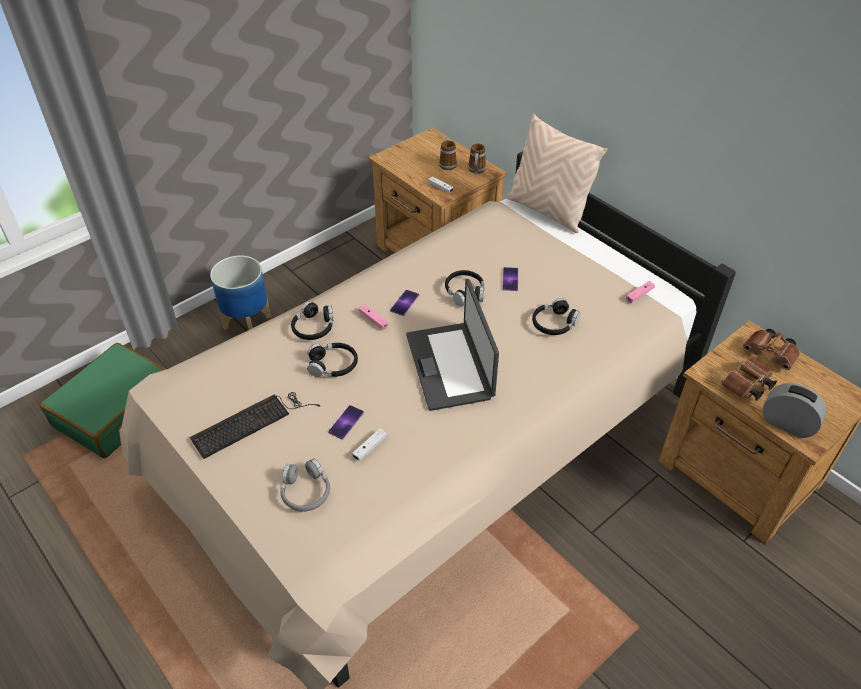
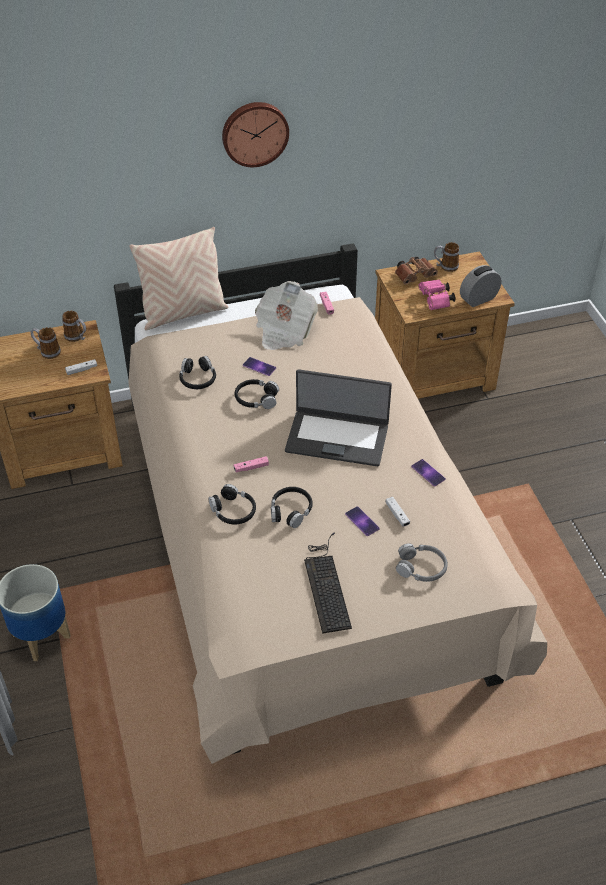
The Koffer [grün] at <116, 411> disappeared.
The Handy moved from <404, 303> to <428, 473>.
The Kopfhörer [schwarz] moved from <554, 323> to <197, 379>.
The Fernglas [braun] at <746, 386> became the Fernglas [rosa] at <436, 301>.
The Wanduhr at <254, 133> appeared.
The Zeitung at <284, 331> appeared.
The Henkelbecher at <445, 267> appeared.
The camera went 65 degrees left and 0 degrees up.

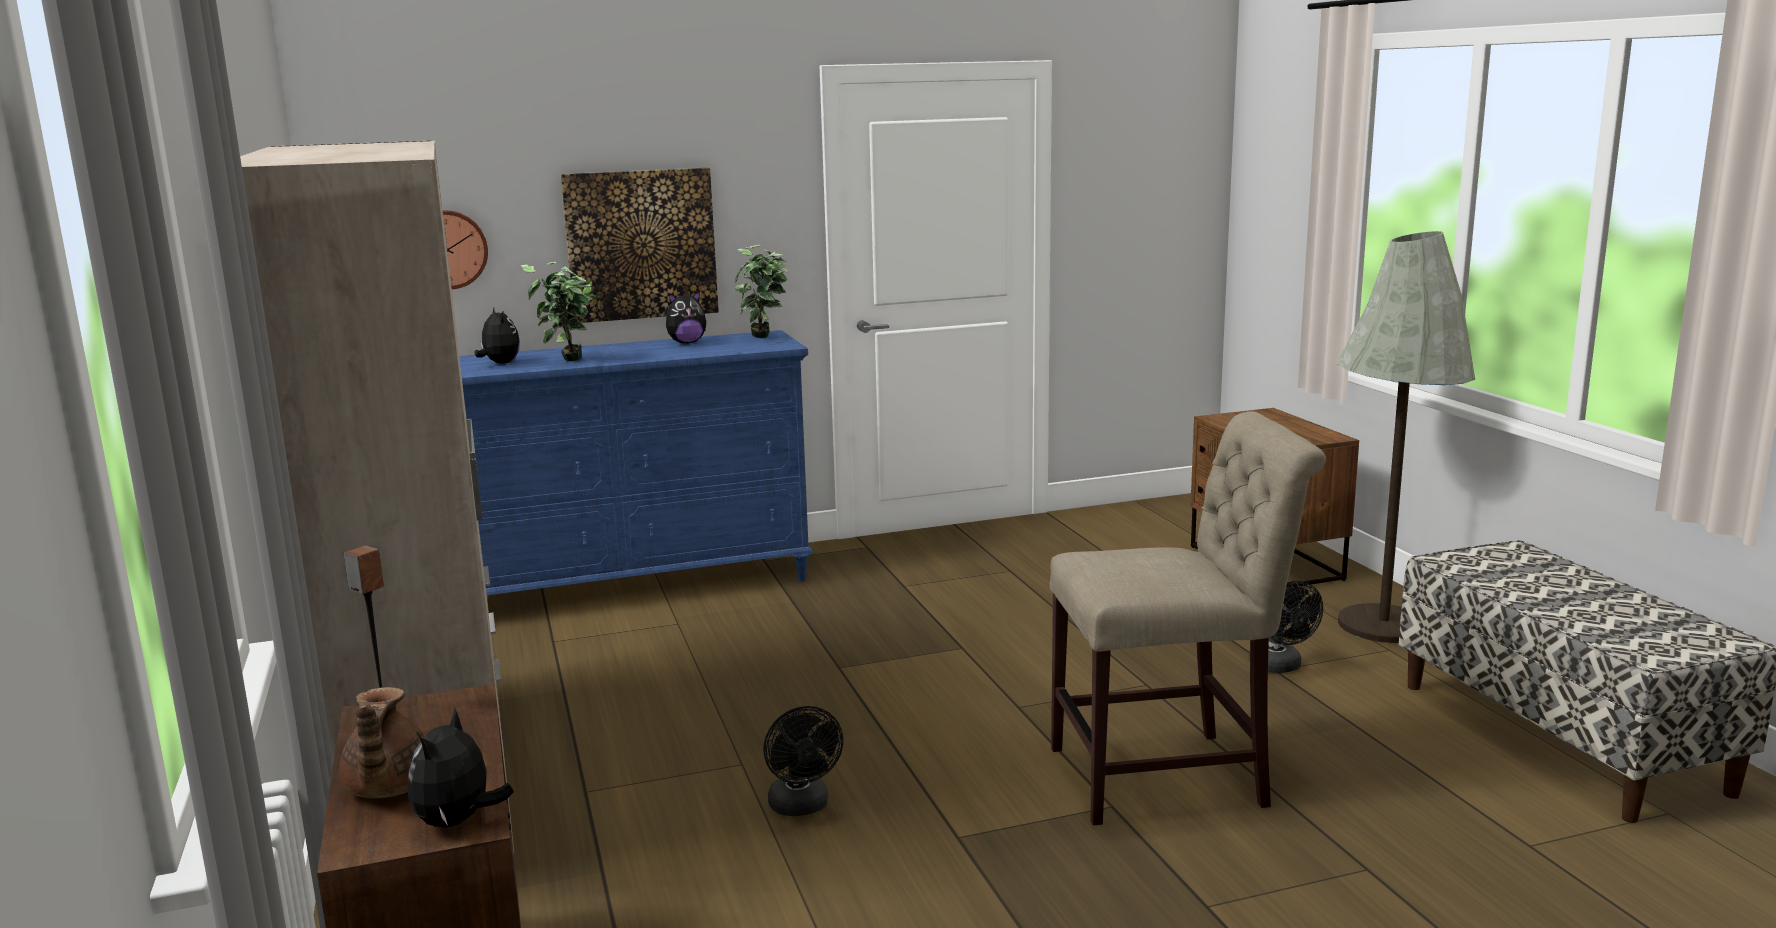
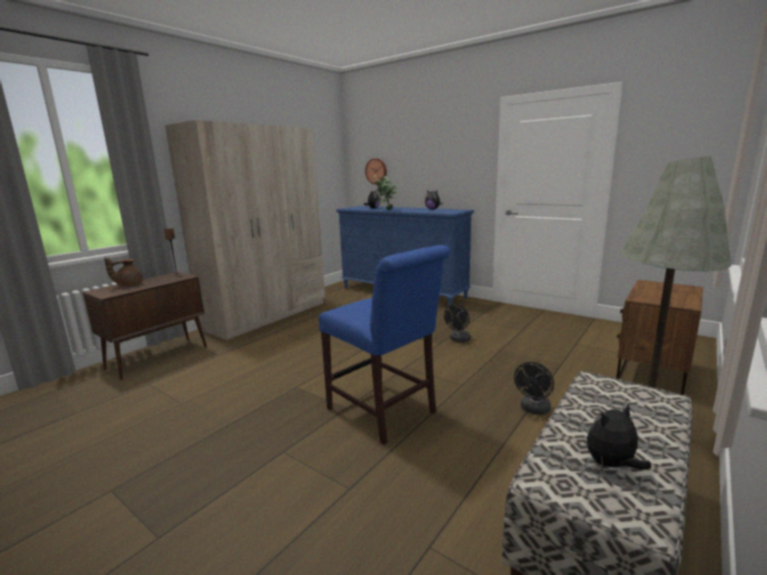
The Plüschtier moved from <458, 822> to <611, 465>.
The Bild at <641, 244> disappeared.
The Topfpflanze at <764, 339> disappeared.
The Ventilator [schwarz] moved from <802, 807> to <458, 340>.
The Stuhl [beige] at <1170, 776> became the Stuhl [blau] at <385, 413>.
The camera went 55 degrees right and 0 degrees up.

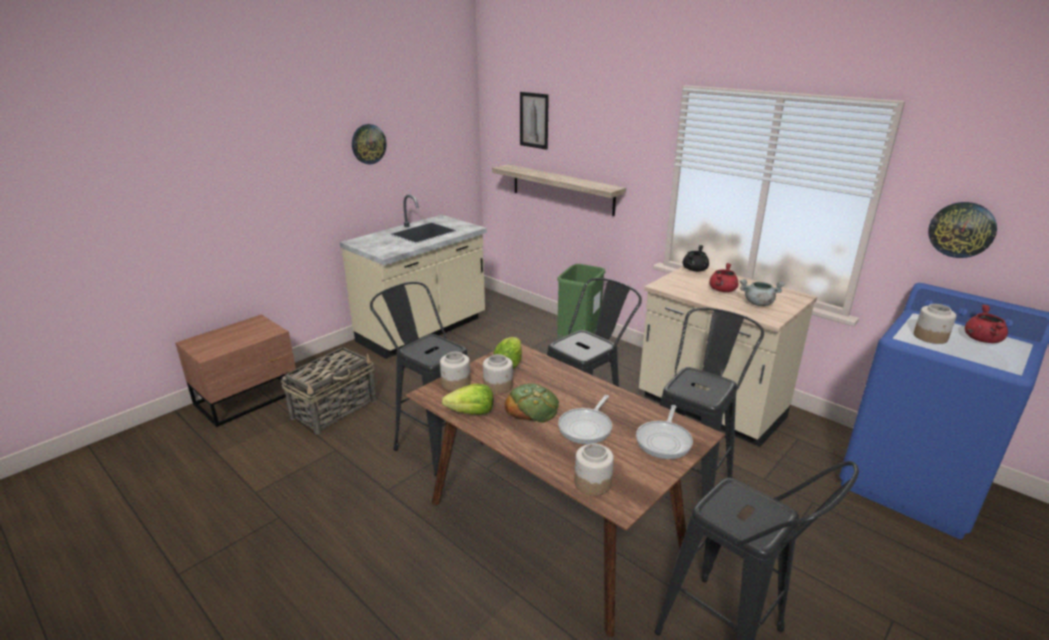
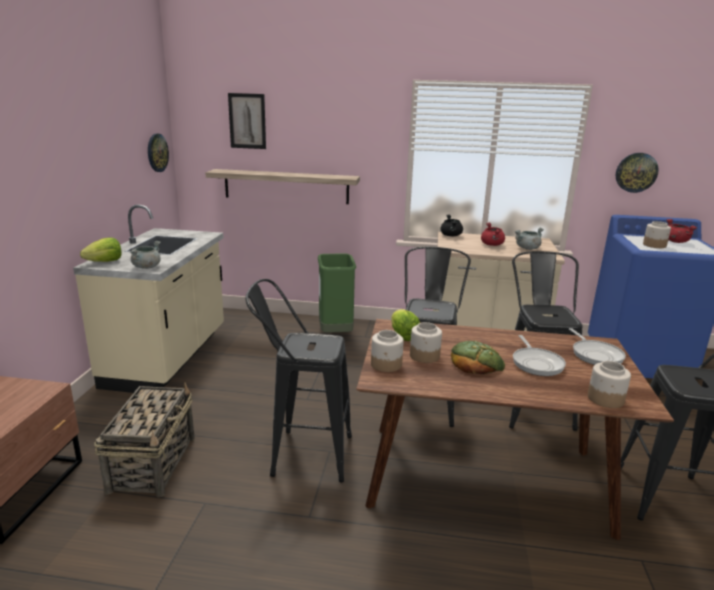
The Wanduhr moved from <368, 144> to <157, 152>.
The Salatkopf moved from <471, 413> to <105, 262>.
The Kochtopf [grau] at <146, 267> appeared.
The camera went 35 degrees left and 5 degrees down.

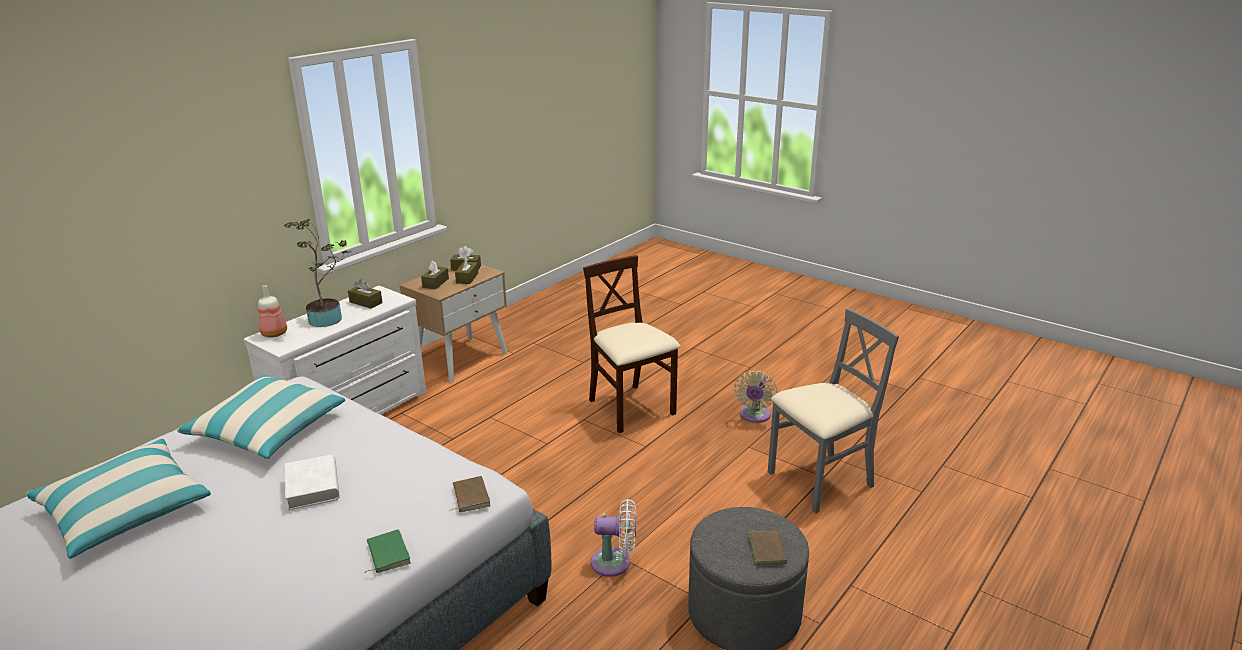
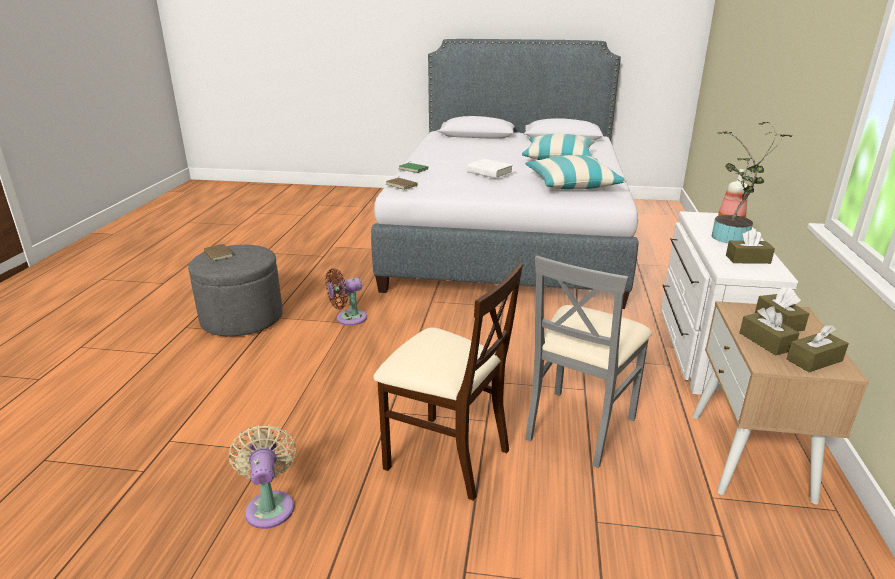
The Ventilator [weiß] at <615, 563> became the Ventilator [braun] at <348, 318>.
The Stuhl [grau] moved from <820, 481> to <579, 426>.
The camera went 150 degrees right and 0 degrees up.

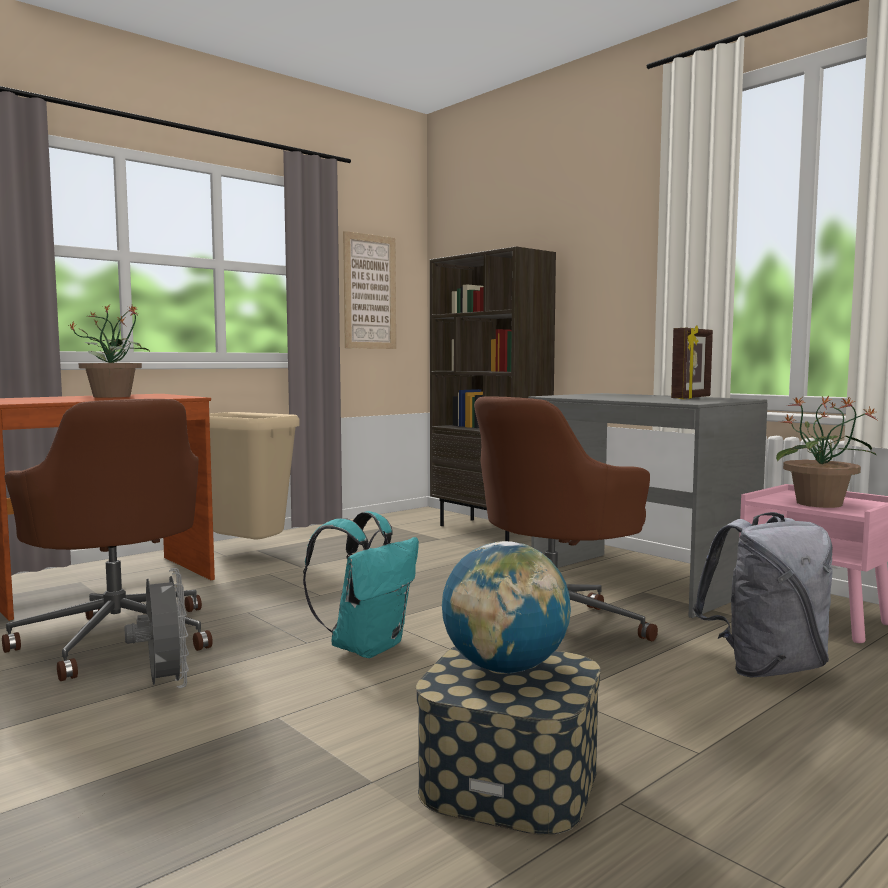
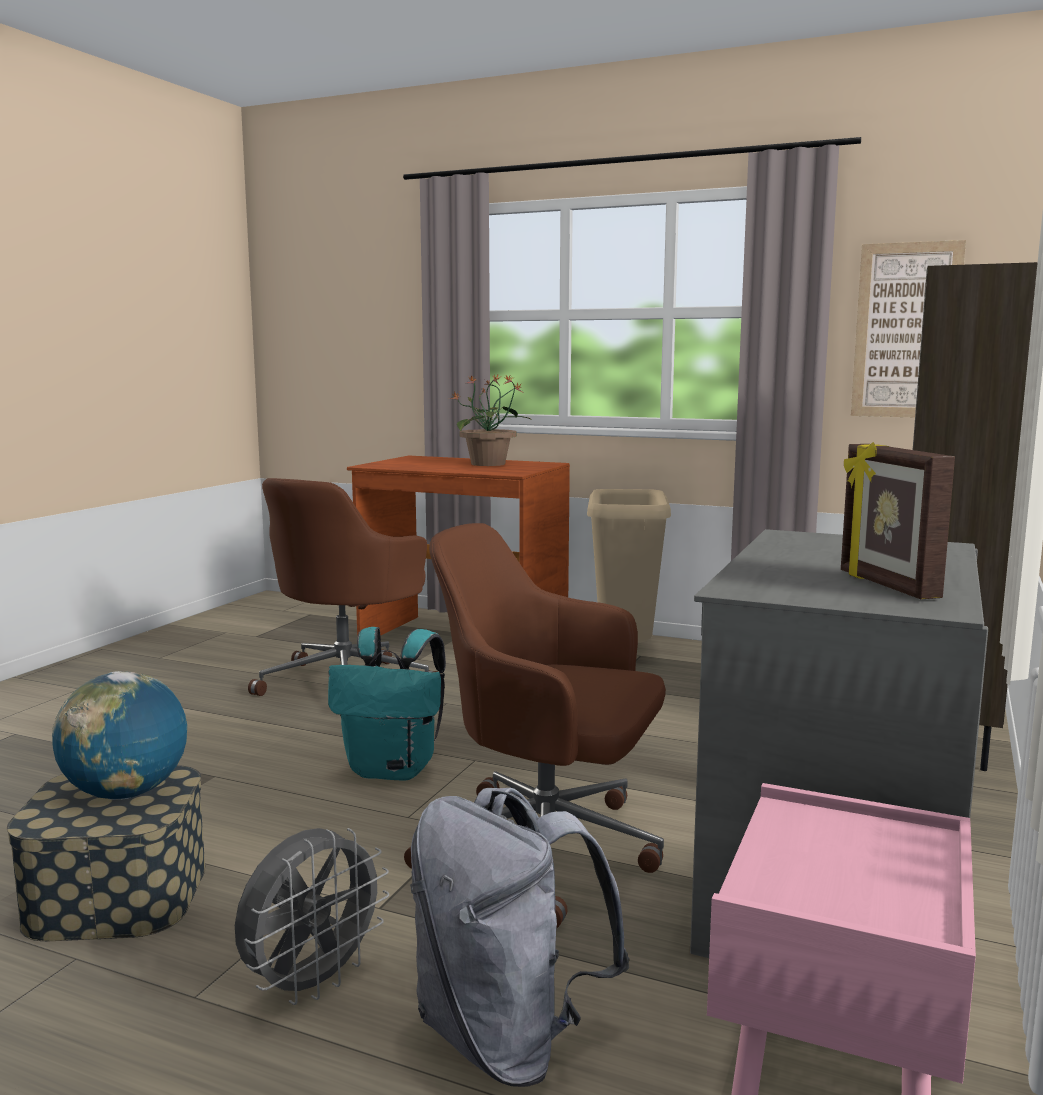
The Ventilator [grau] moved from <163, 685> to <313, 983>.
The Bilderrahmen at <692, 398> turned 60 degrees clockwise.
The Topfpflanze at <820, 504> disappeared.
The camera went 65 degrees right and 5 degrees up.

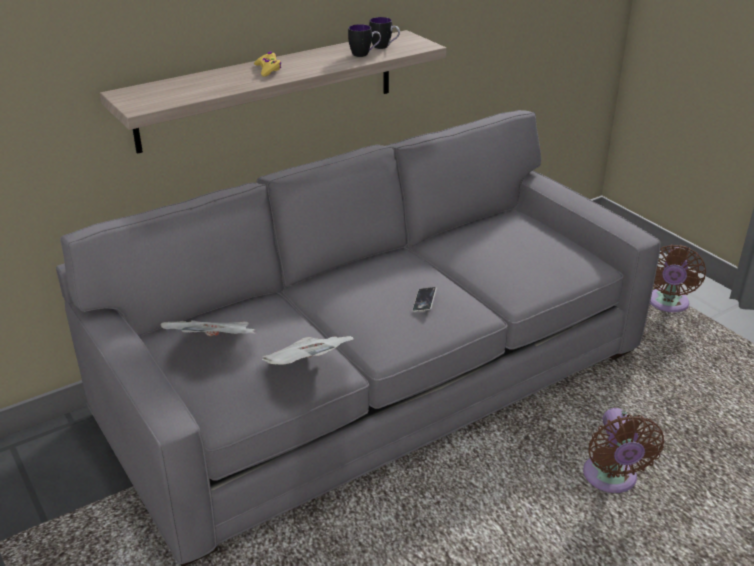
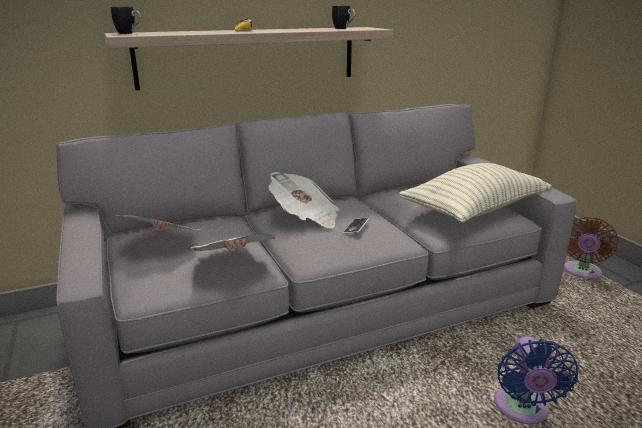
The Henkelbecher moved from <364, 54> to <129, 33>.
The Ventilator [braun] at <611, 480> became the Ventilator [blau] at <522, 410>.
The Zeitung at <305, 217> appeared.
The Kissen at <474, 210> appeared.
The camera went 10 degrees right and 10 degrees down.

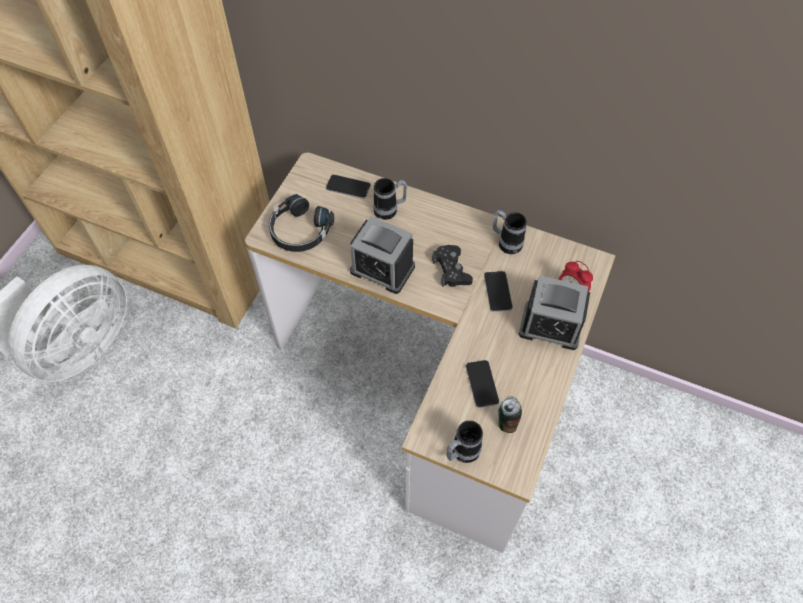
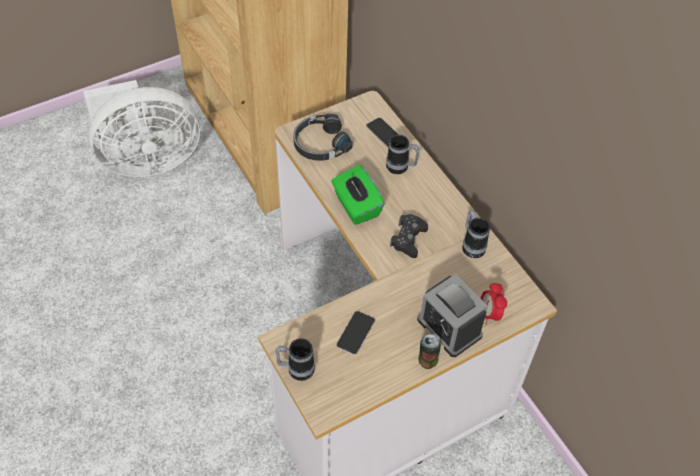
The Wecker at <382, 269> was replaced by the Taschentuchbox [grün] at <356, 206>.
The Handy at <497, 291> disappeared.
The Dose moved from <506, 422> to <428, 359>.
The camera went 35 degrees right and 5 degrees down.

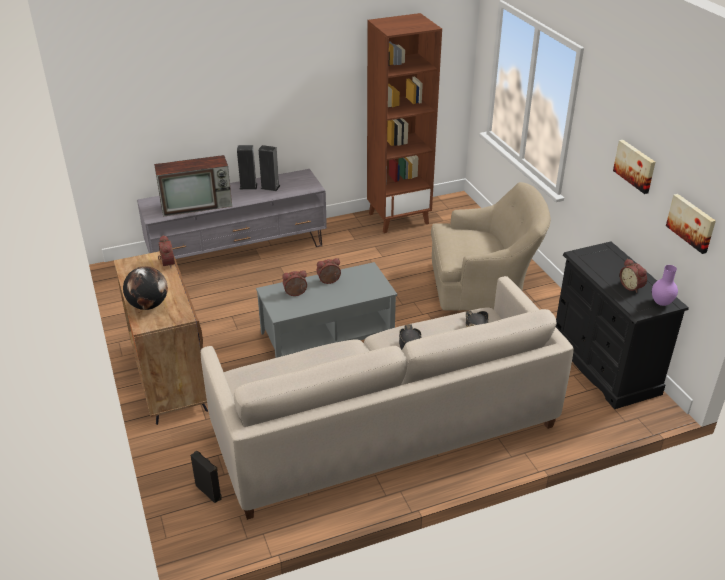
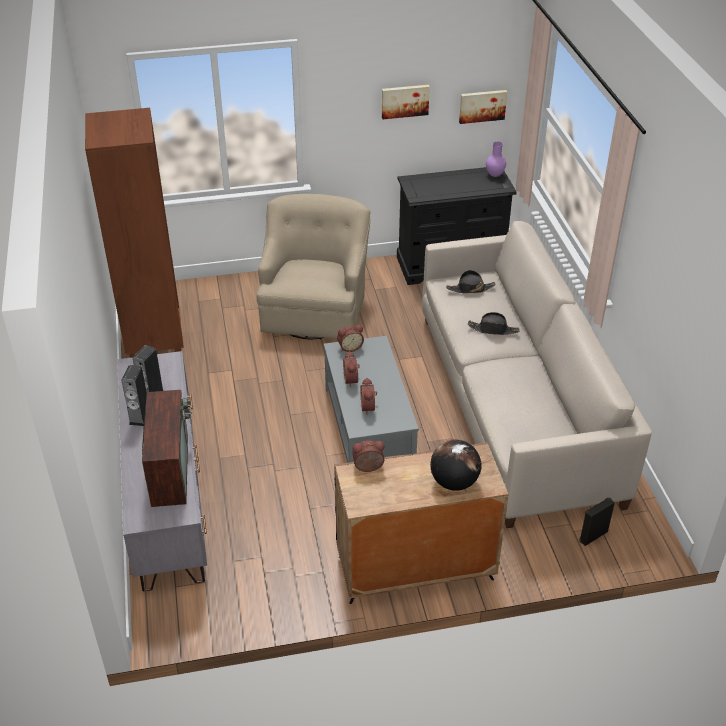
The Wecker moved from <632, 286> to <350, 347>.
The camera went 80 degrees left and 5 degrees up.

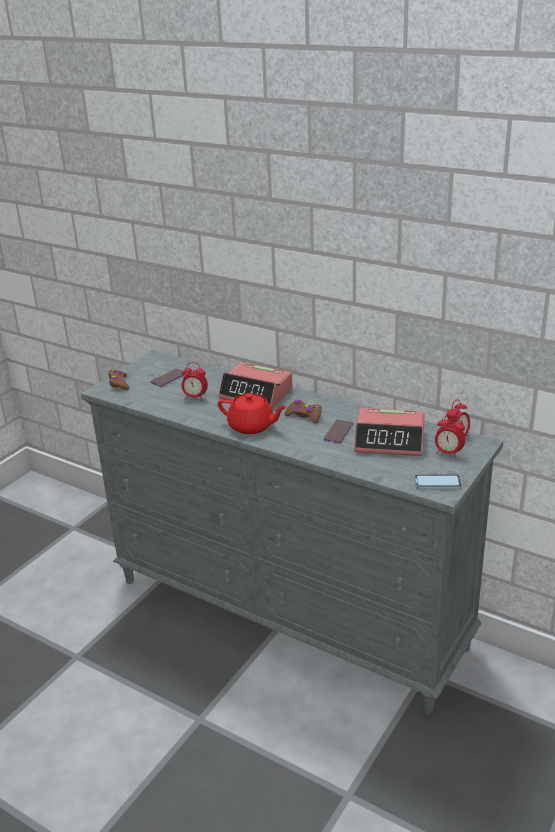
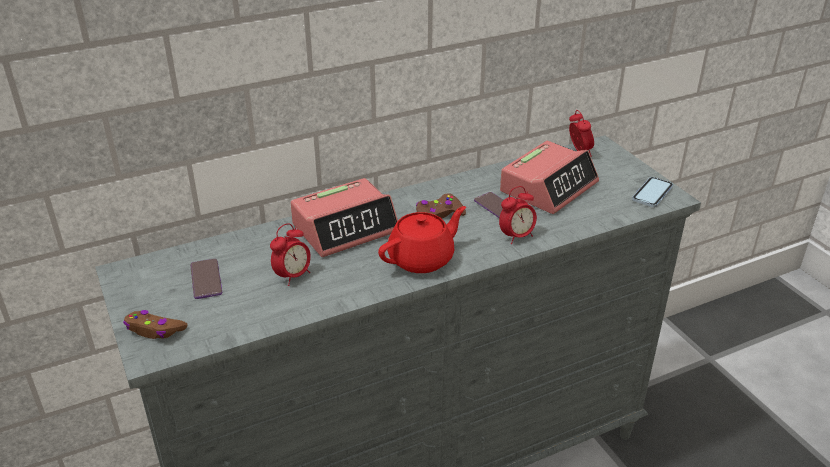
The Wecker moved from <448, 453> to <516, 236>.
The camera went 60 degrees left and 5 degrees up.

